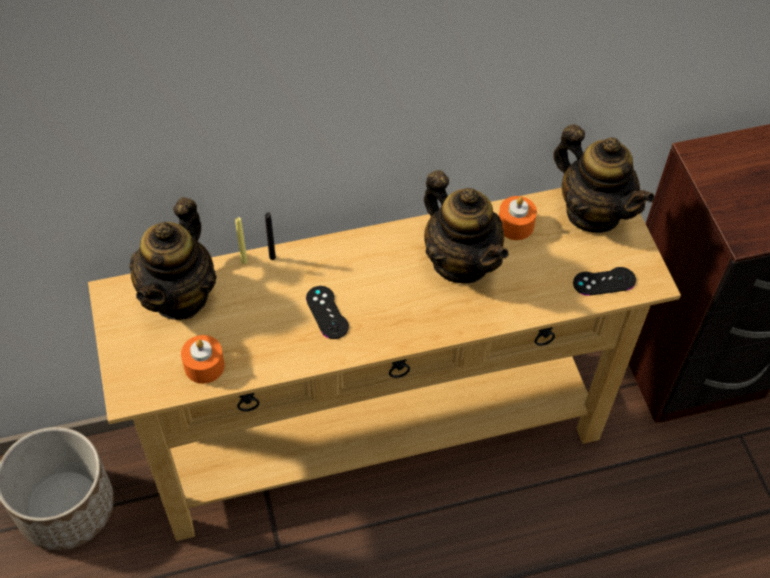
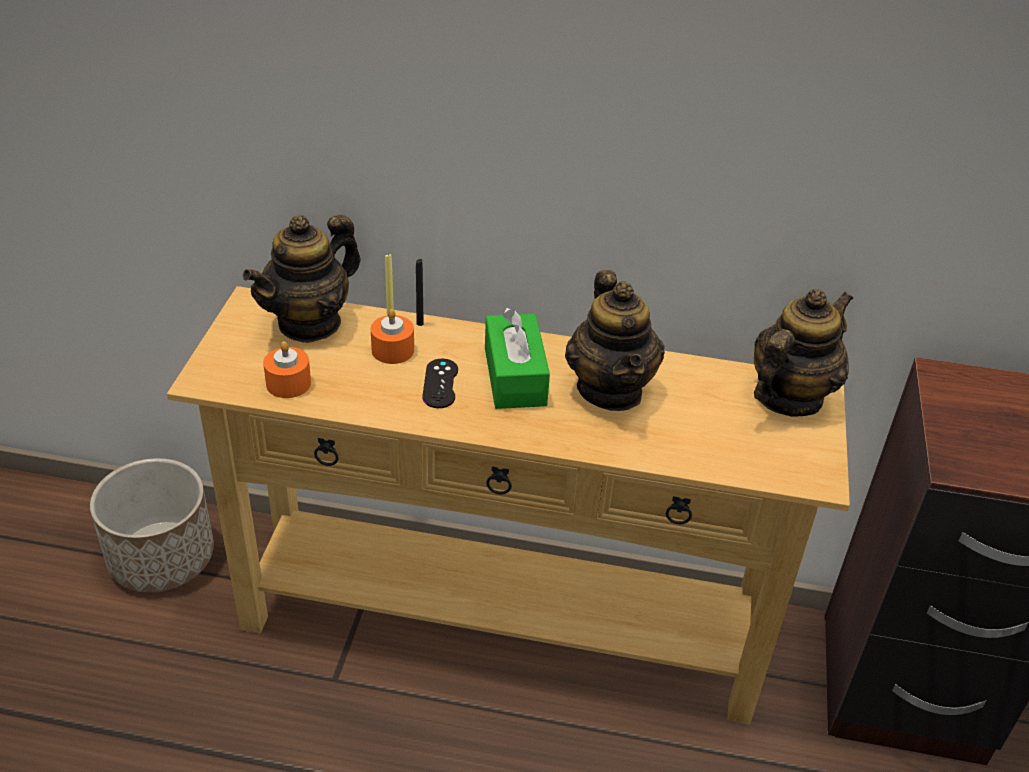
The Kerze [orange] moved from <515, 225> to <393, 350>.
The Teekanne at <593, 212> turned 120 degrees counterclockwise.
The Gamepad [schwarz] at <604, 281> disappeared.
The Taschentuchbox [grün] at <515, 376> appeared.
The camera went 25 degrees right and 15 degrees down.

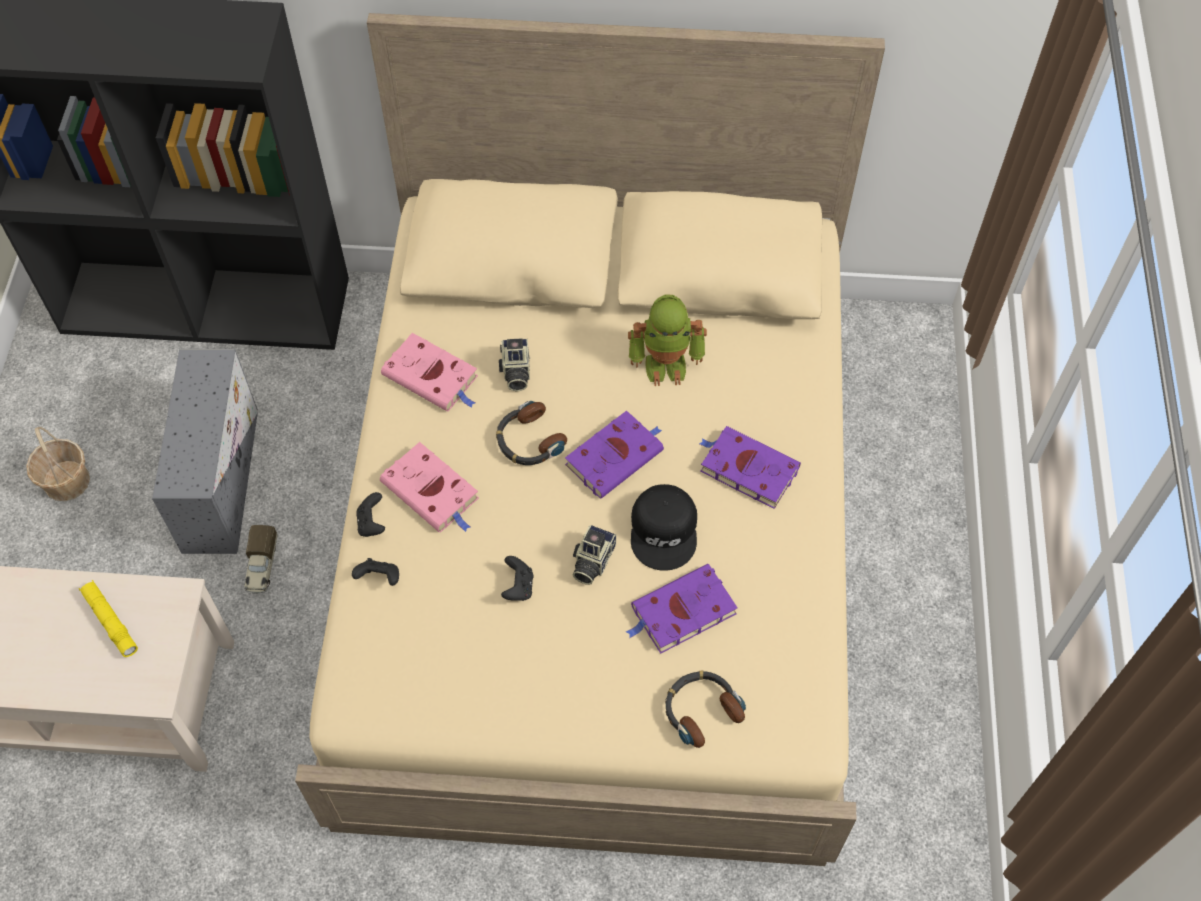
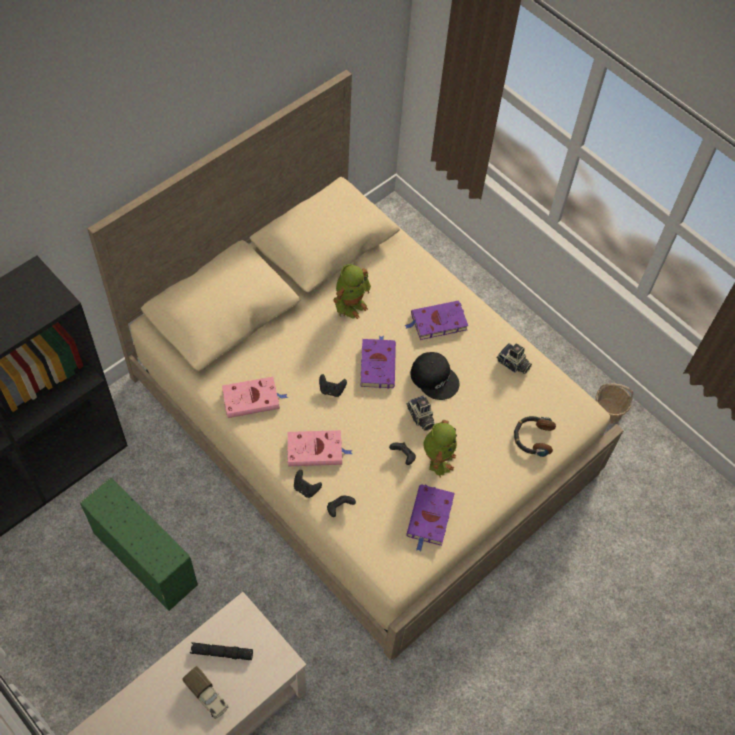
The Korb moved from <66, 481> to <608, 411>.
The Taschenlampe [gelb] at <110, 621> became the Taschenlampe [schwarz] at <222, 653>.
The Aufbewahrungsbox [grau] at <221, 477> became the Aufbewahrungsbox [grün] at <143, 557>.
The Spielzeuglaster moved from <262, 566> to <207, 696>.
The Kopfhörer at <528, 441> was replaced by the Gamepad [schwarz] at <331, 390>.
The Kamera moved from <515, 372> to <513, 364>.
The Buch [lila] moved from <681, 613> to <430, 518>.
The Spielzeugroboter at <437, 459> appeared.
The camera went 50 degrees left and 0 degrees up.

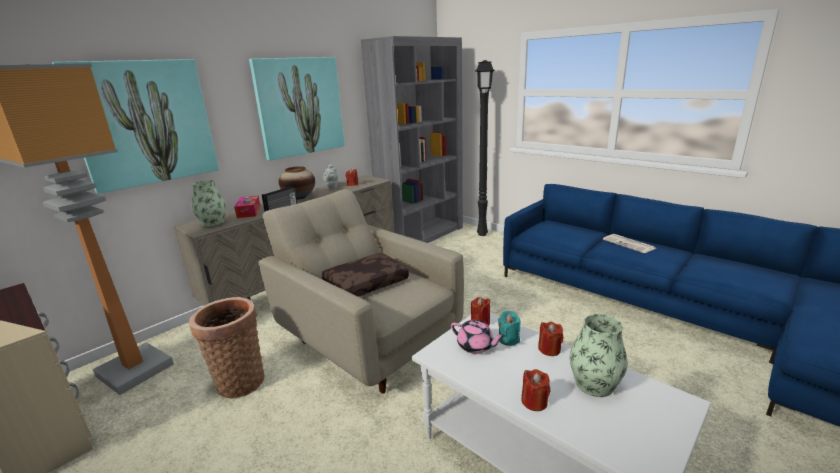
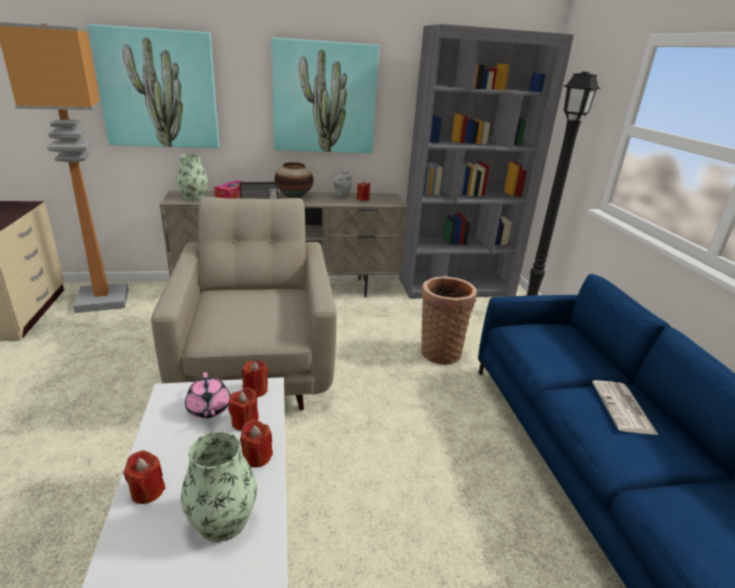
The Korb moved from <239, 381> to <439, 351>.
The Kissen [braun] at <366, 283> disappeared.
The Kerze [türkis] at <508, 339> became the Kerze [rot] at <244, 422>.
The camera went 35 degrees right and 5 degrees up.

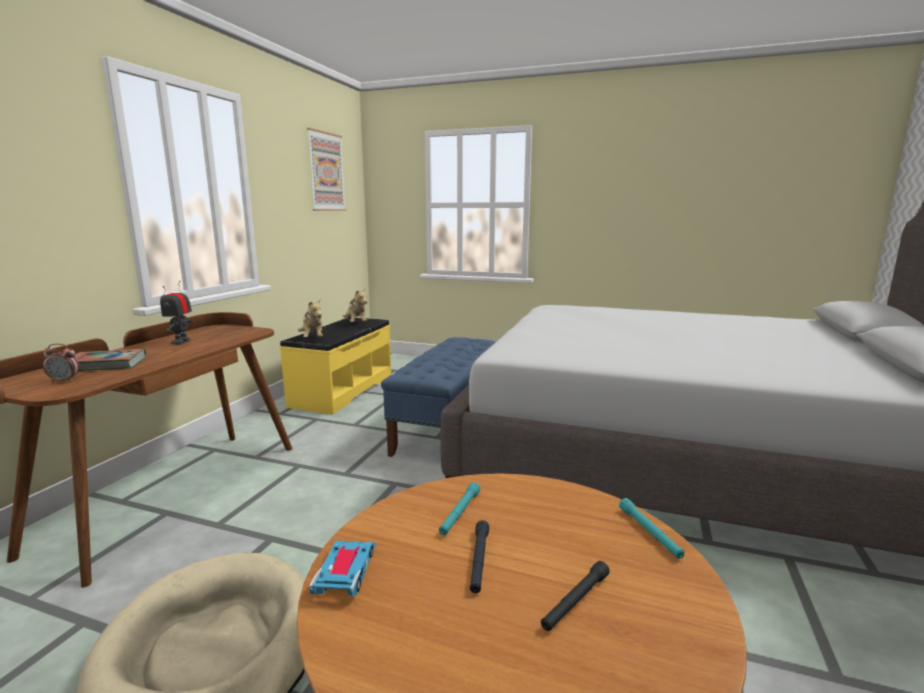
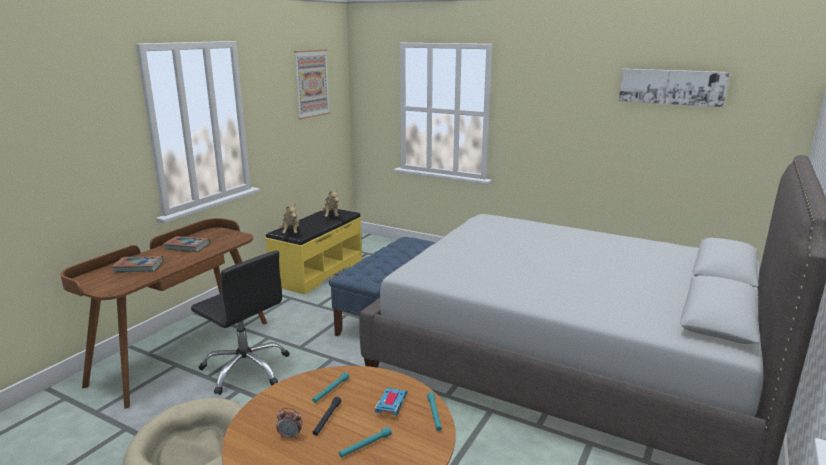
The Wecker moved from <64, 381> to <290, 436>.
The Spielzeugroboter at <181, 342> was replaced by the Buch at <187, 246>.
The Spielzeugauto moved from <346, 572> to <391, 404>.
The Taschenlampe [schwarz] at <575, 601> became the Taschenlampe [türkis] at <365, 446>.
The Bürostuhl [schwarz] at <246, 369> appeared.
The Bild at <671, 87> appeared.
The camera went 10 degrees right and 5 degrees up.

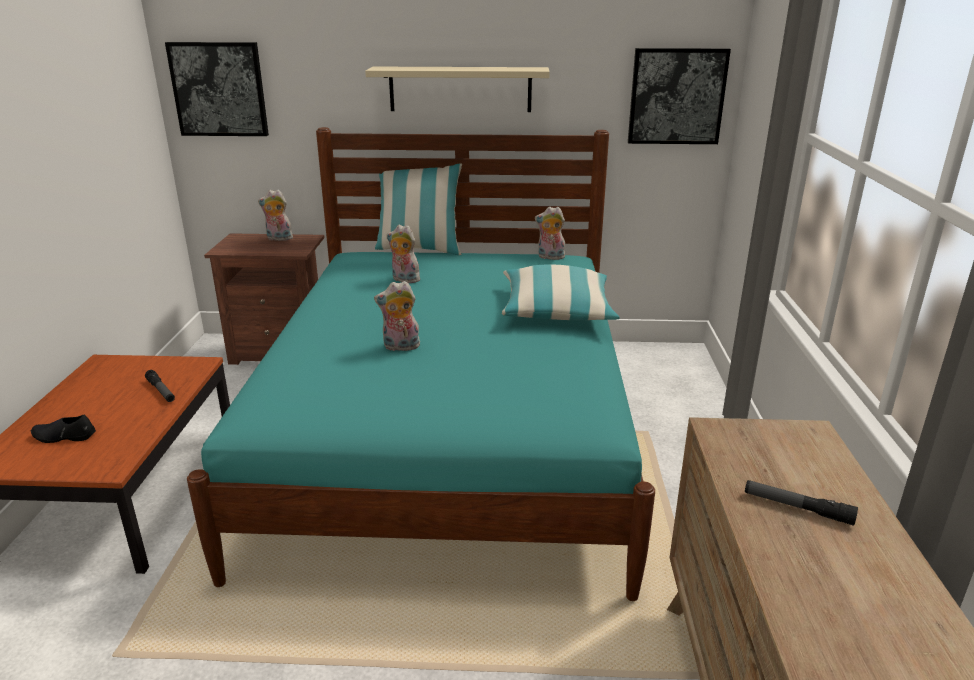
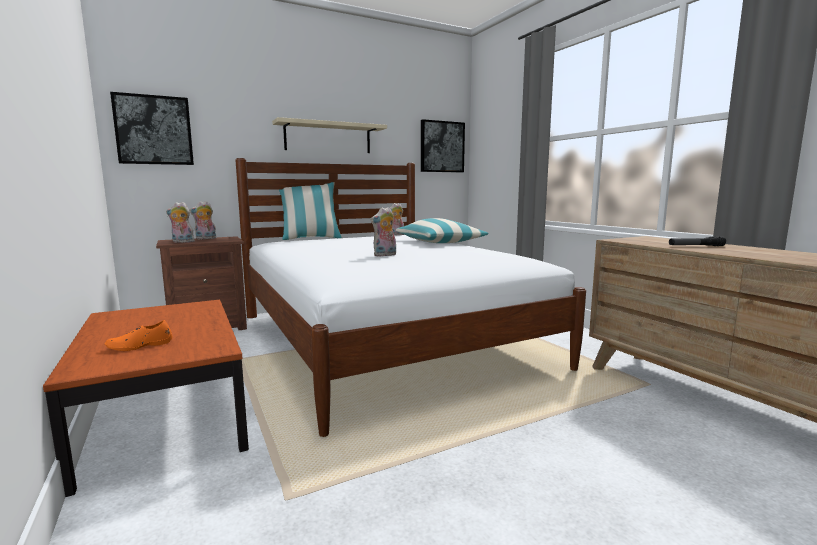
The Schuh [schwarz] at <64, 436> became the Schuh [orange] at <140, 345>.
The Taschenlampe at <161, 391> disappeared.
The Bett [türkis] at <449, 436> became the Bett [weiß] at <384, 339>.
The Plüschtier moved from <404, 280> to <182, 242>.
The camera went 30 degrees left and 15 degrees down.

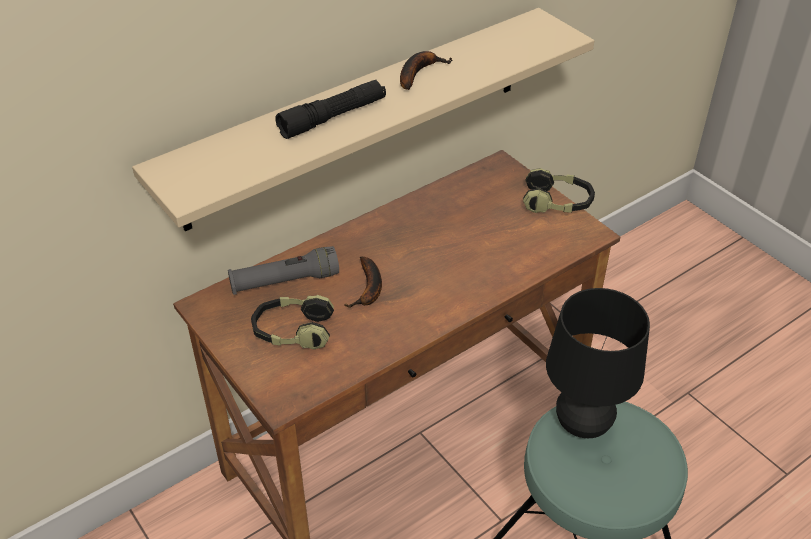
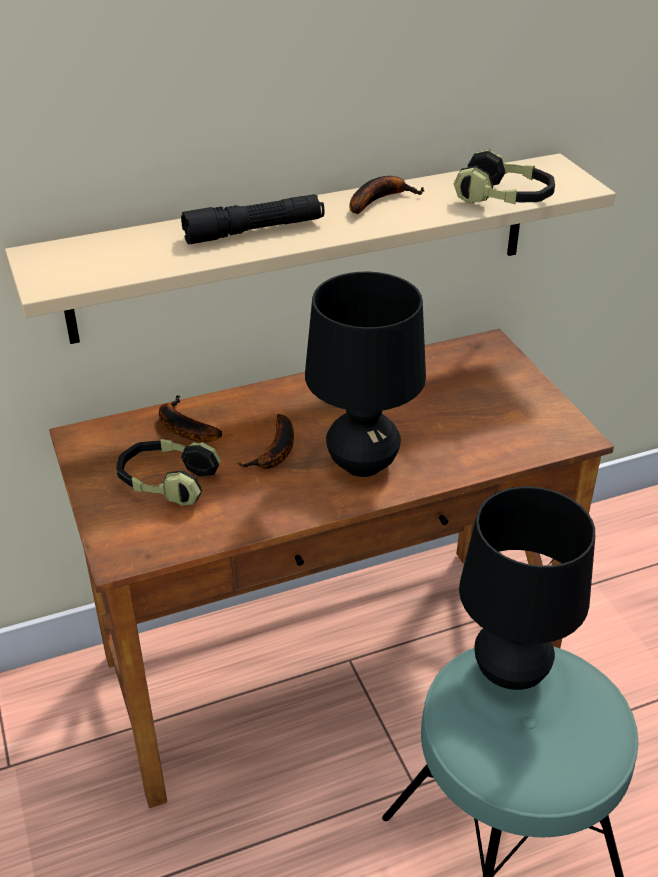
The Taschenlampe [grau] at <285, 281> was replaced by the Banane at <182, 427>.
The Kopfhörer moved from <557, 203> to <504, 199>.
The Tischlampe [schwarz] at <363, 464> appeared.
The camera went 15 degrees right and 5 degrees down.

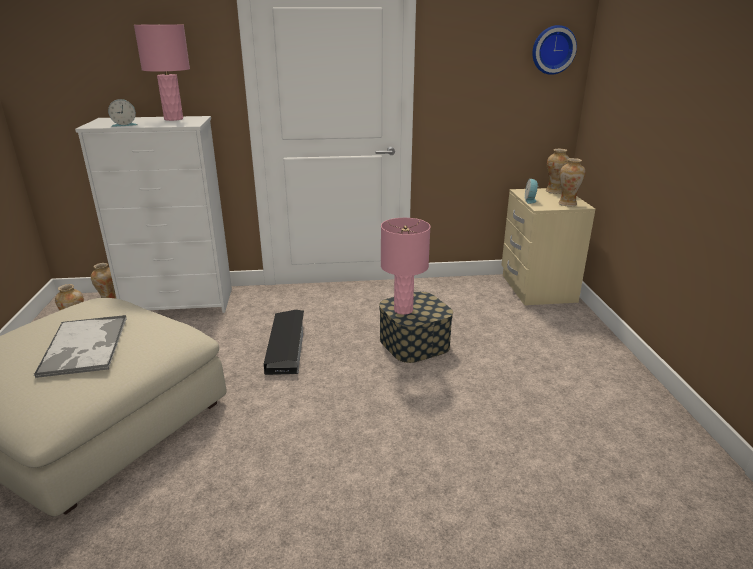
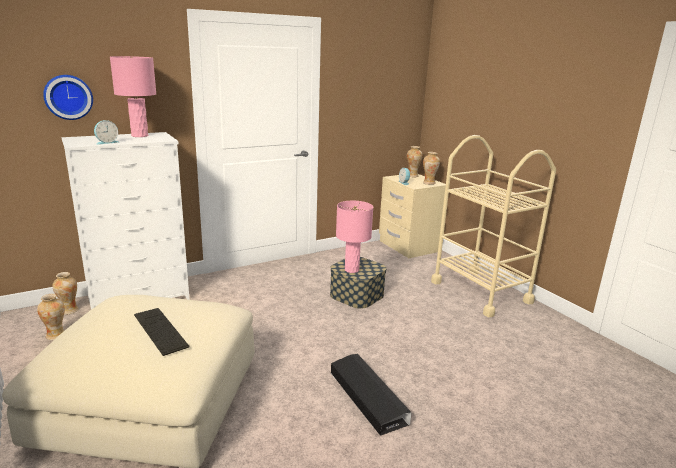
The Tablett at <84, 347> was replaced by the Tastatur at <160, 330>.
The Aufbewahrungsbox [schwarz] moved from <286, 346> to <367, 397>.
The Wanduhr moved from <552, 50> to <68, 97>.
The Rollwagen [beige] at <480, 292> appeared.
The camera went 25 degrees left and 5 degrees down.

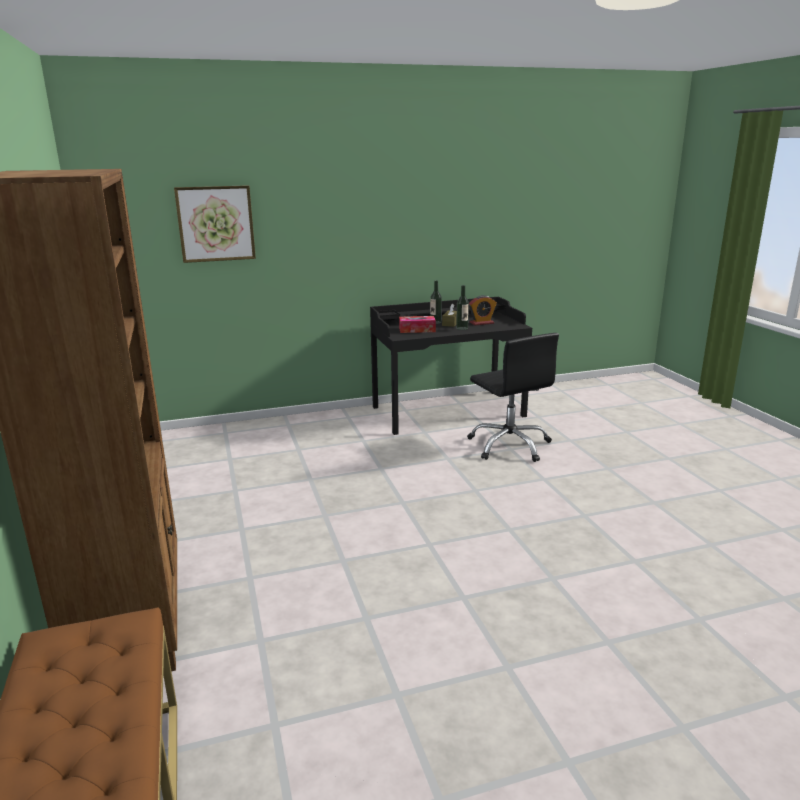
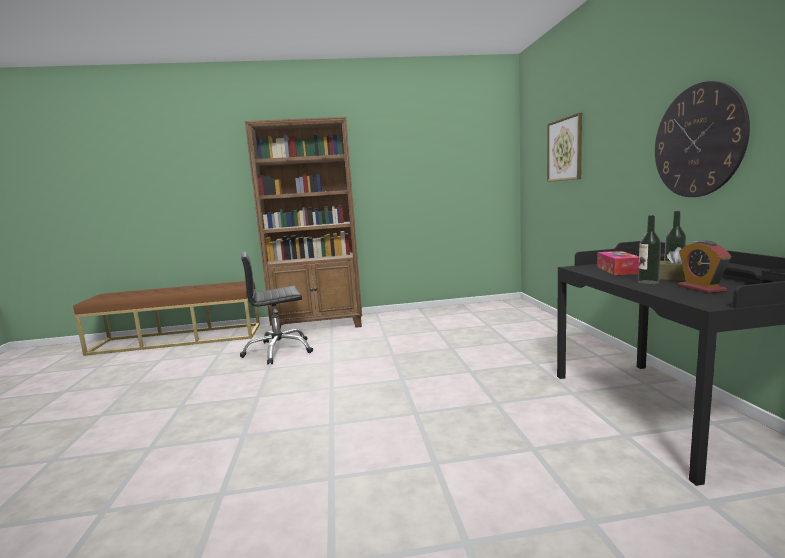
The Bürostuhl [schwarz] moved from <509, 445> to <278, 351>.
The Wanduhr at <698, 141> appeared.
The camera went 100 degrees right and 10 degrees down.

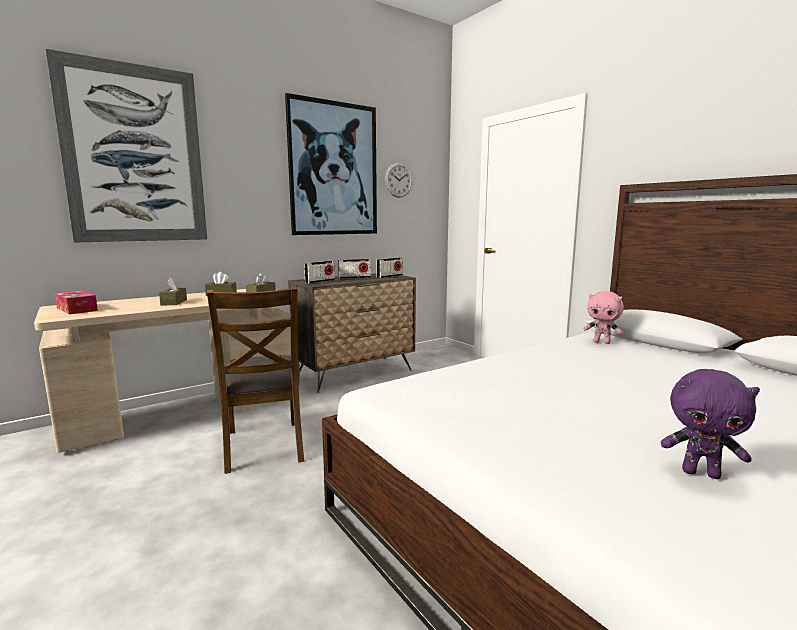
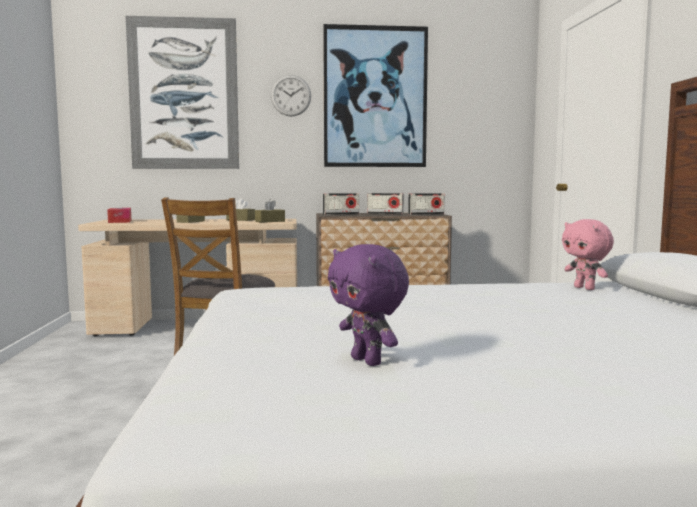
The Wanduhr moved from <398, 180> to <290, 95>.
The camera went 30 degrees right and 5 degrees down.

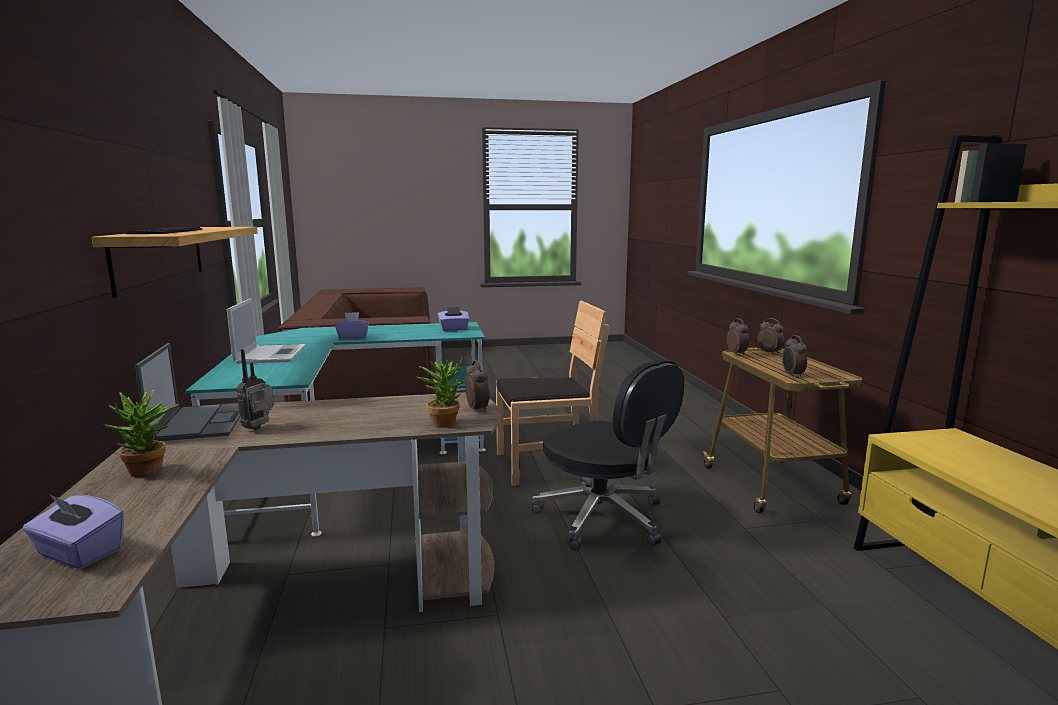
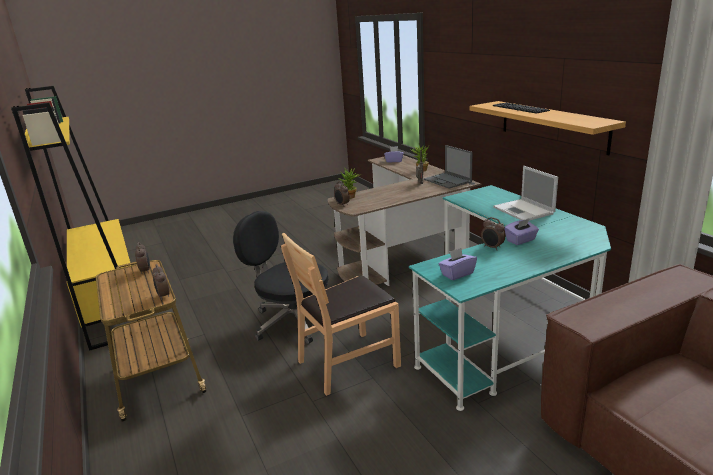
The Wecker moved from <769, 353> to <492, 247>.
The camera went 165 degrees right and 10 degrees up.

